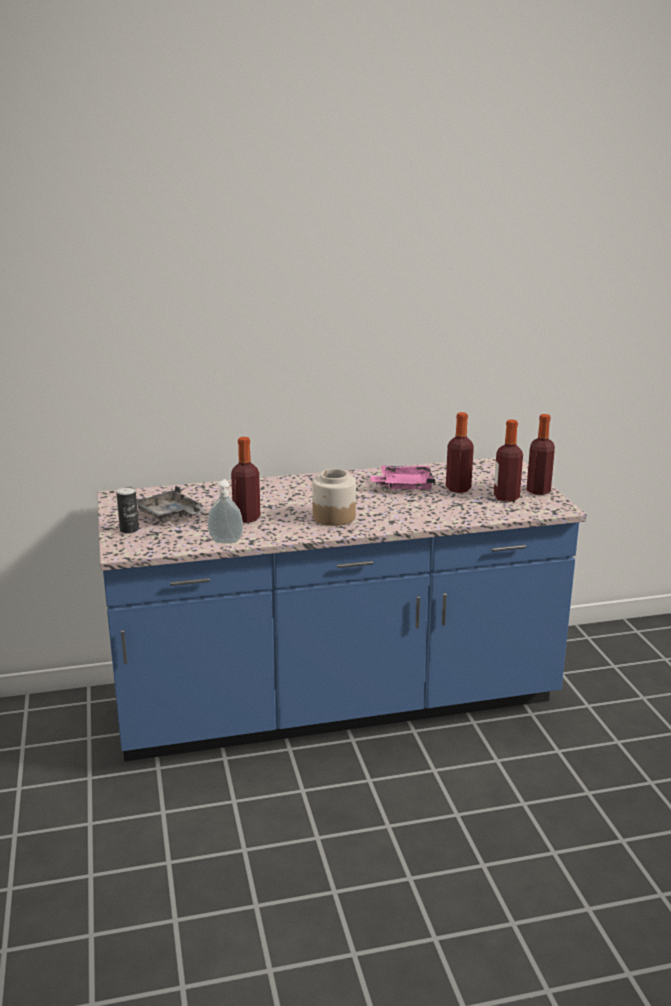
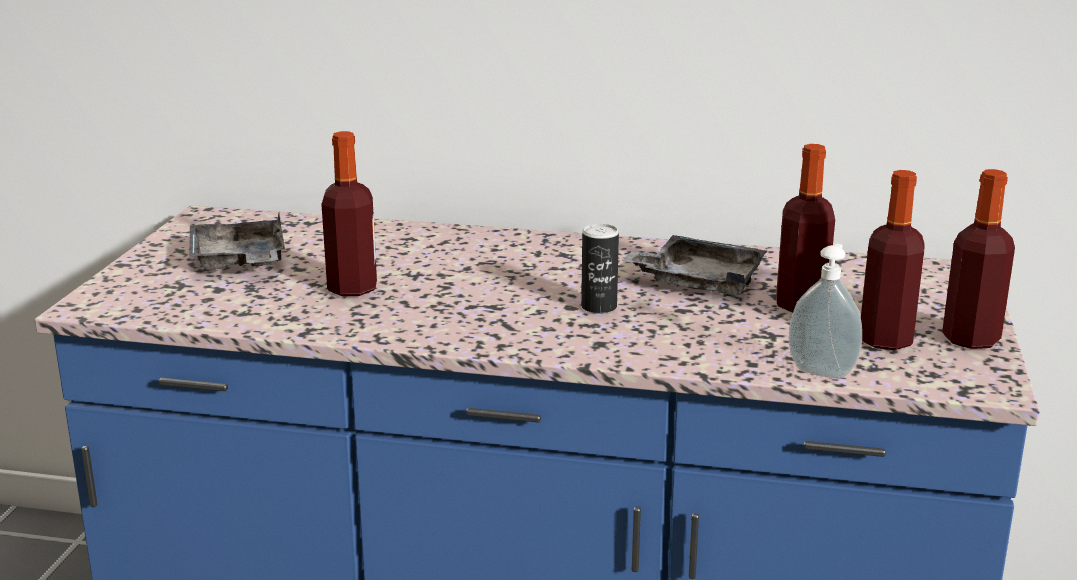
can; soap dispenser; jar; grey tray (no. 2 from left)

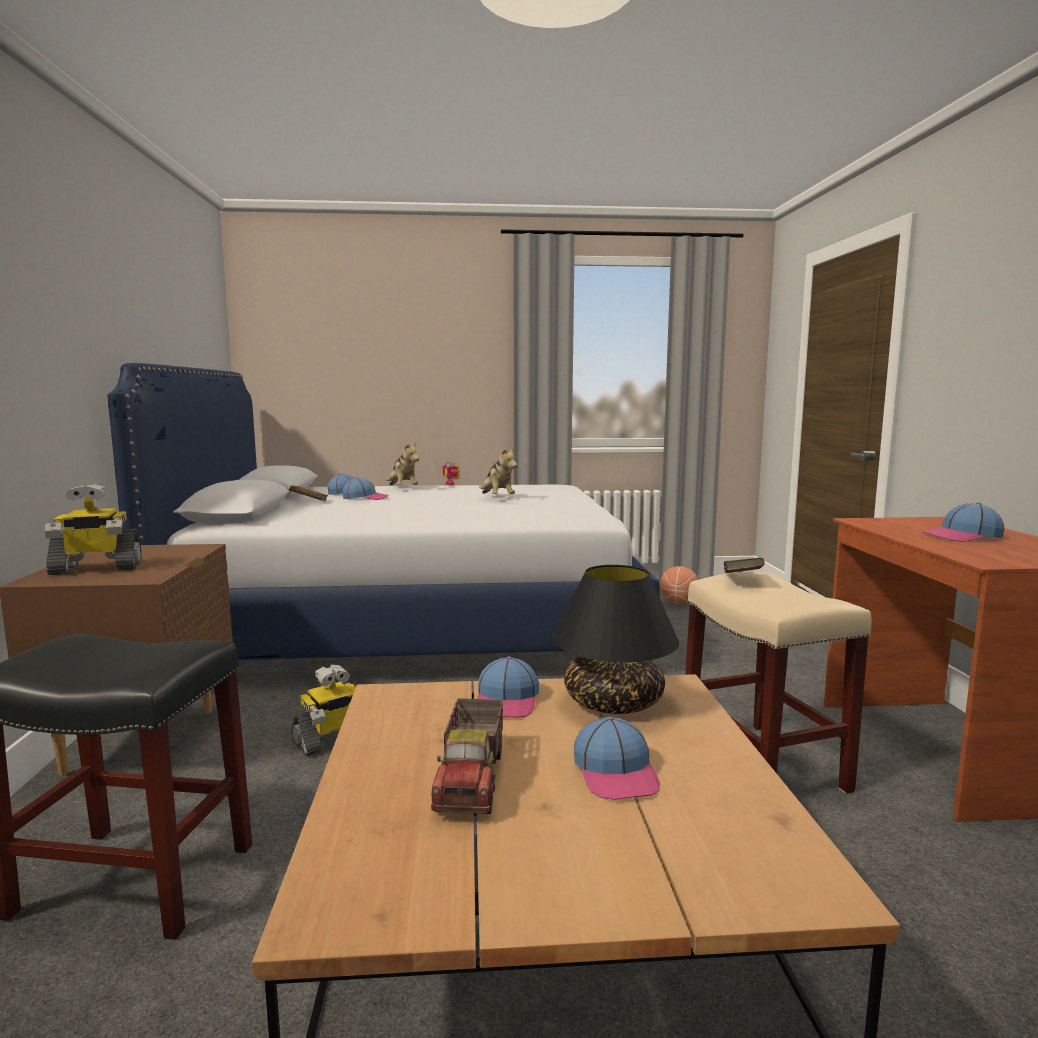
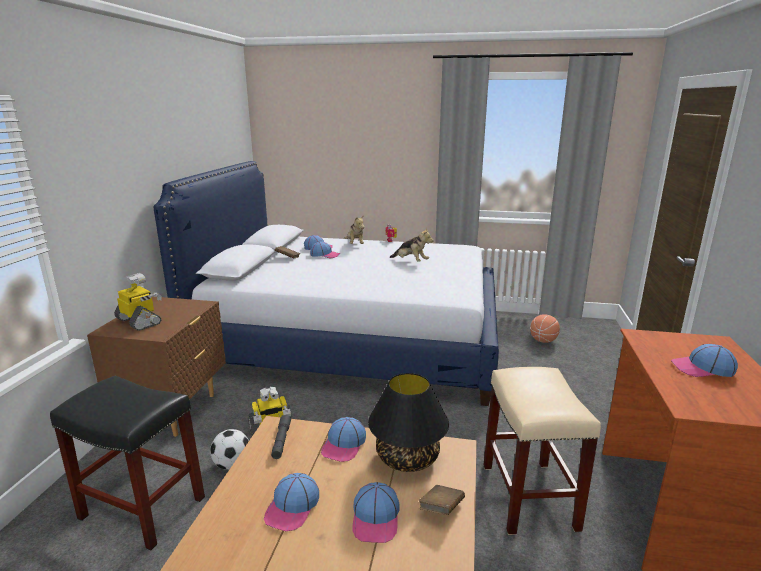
toy robot (no. 1 from left); cap (no. 1 from left); plush toy (no. 2 from left); brown book (no. 2 from left); football; grey flashlight

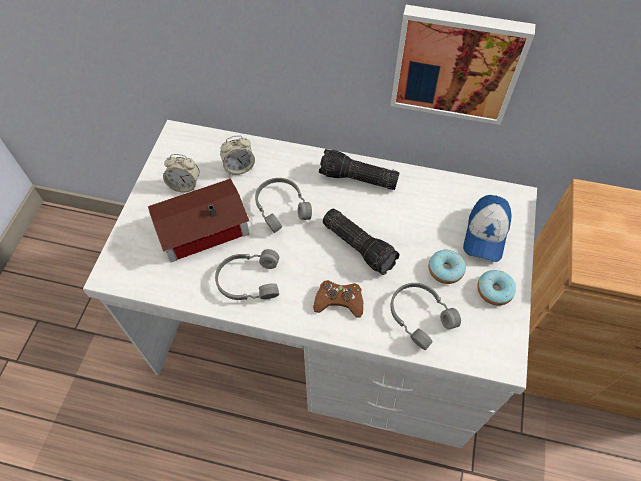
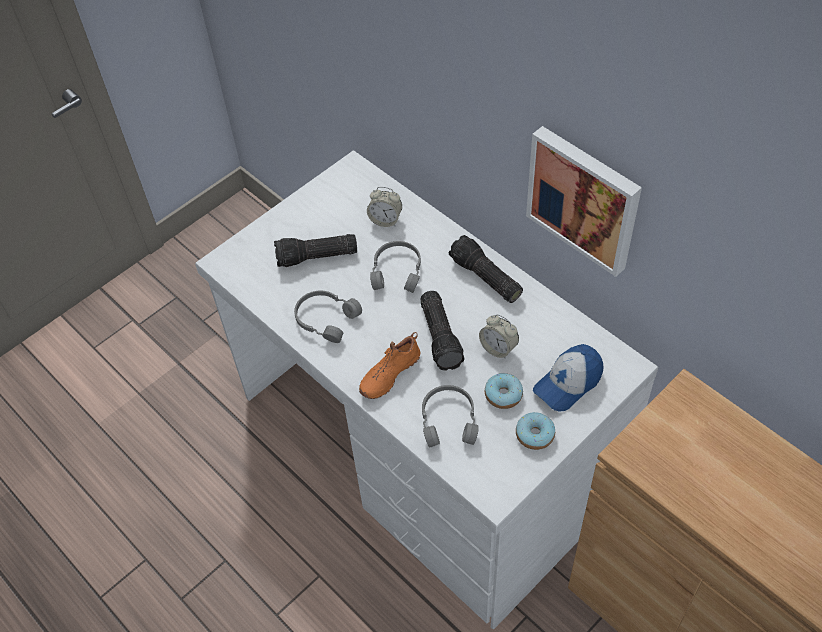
flashlight (no. 1 from left); alarm clock (no. 2 from left); orange shoe

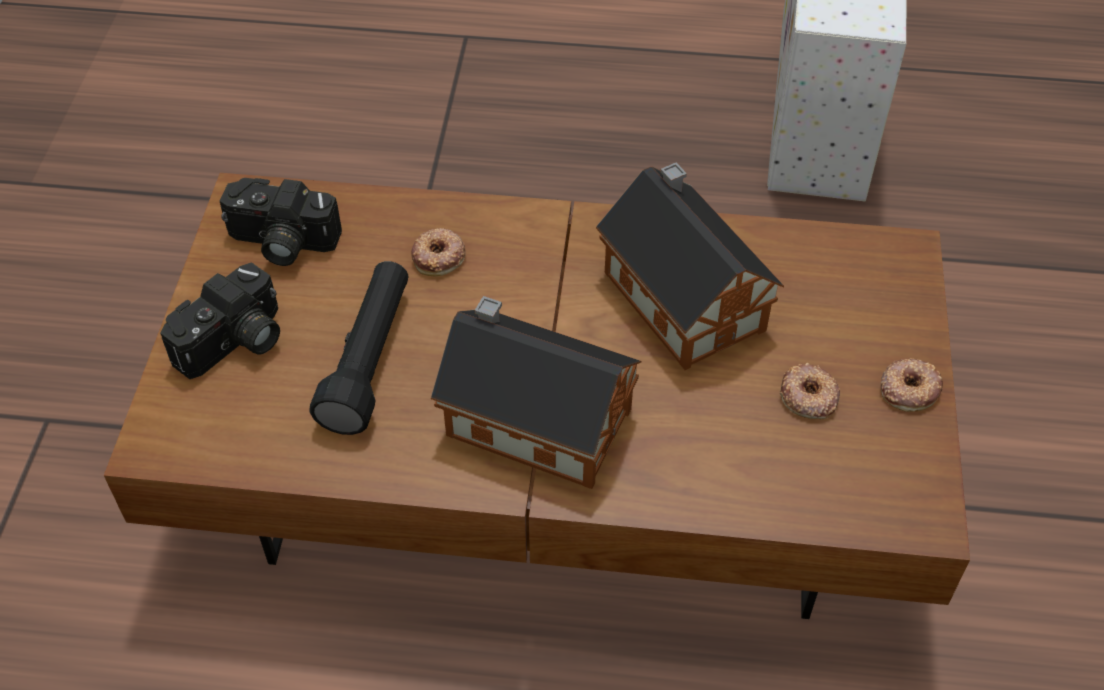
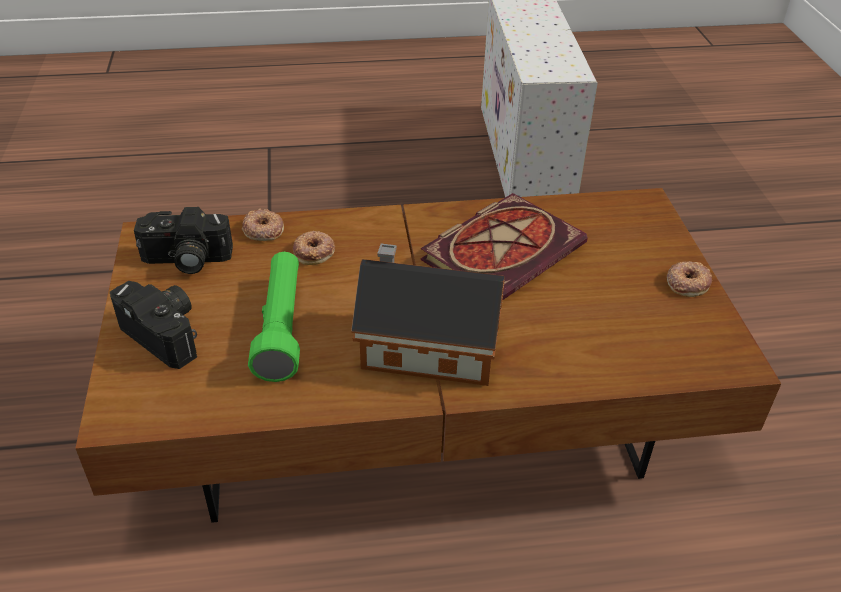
photo camera (no. 1 from left); green flashlight; book; donut (no. 1 from left)

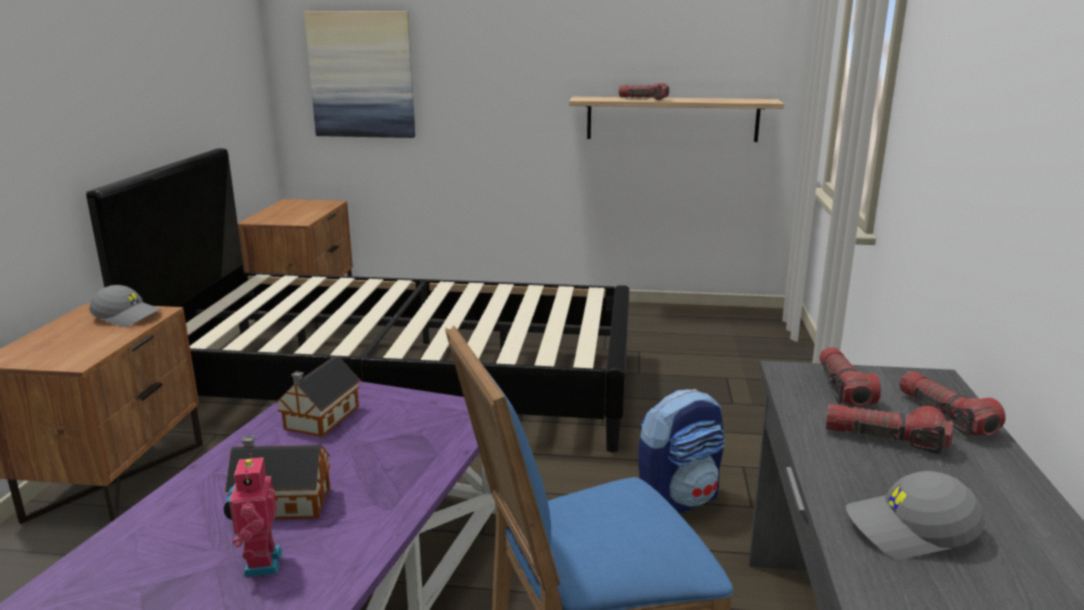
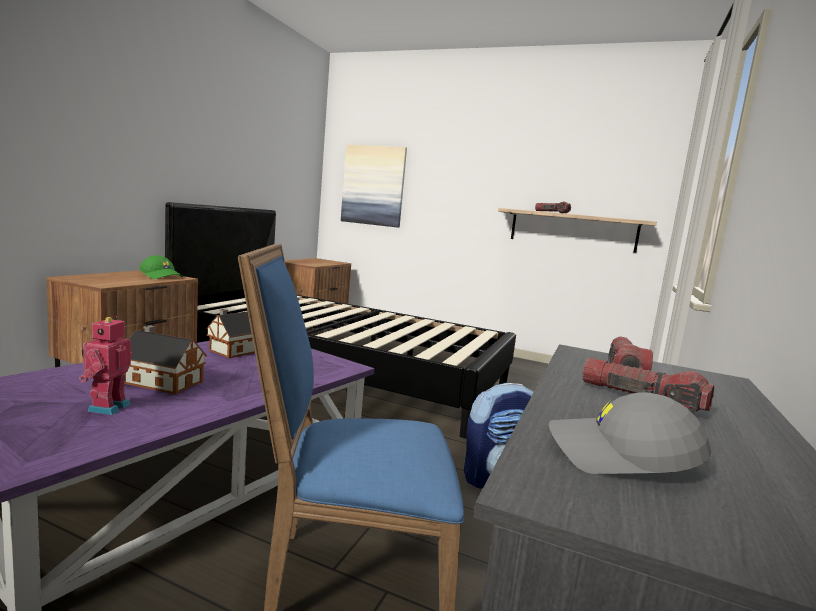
green cap; flashlight (no. 4 from left in the first image)

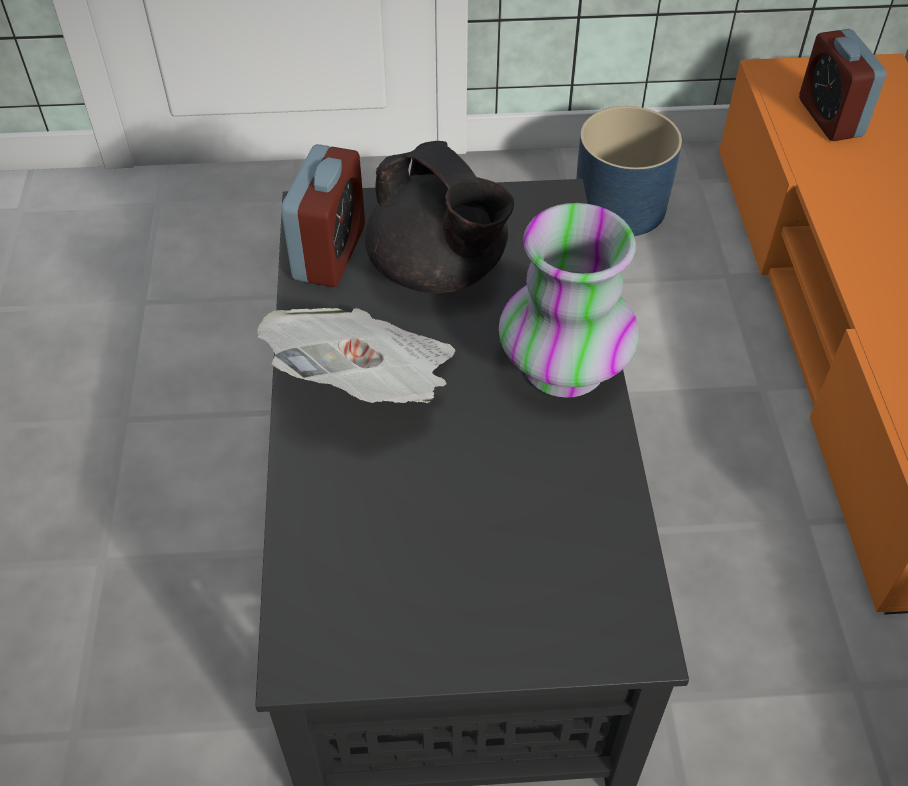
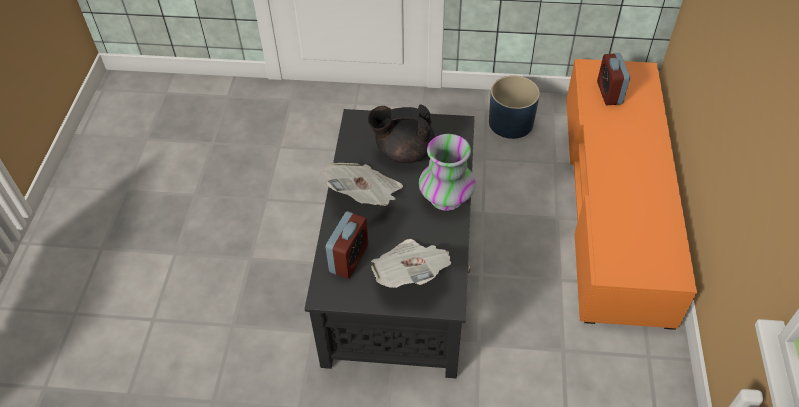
alarm clock (no. 1 from left); black teapot; newspaper (no. 2 from left)

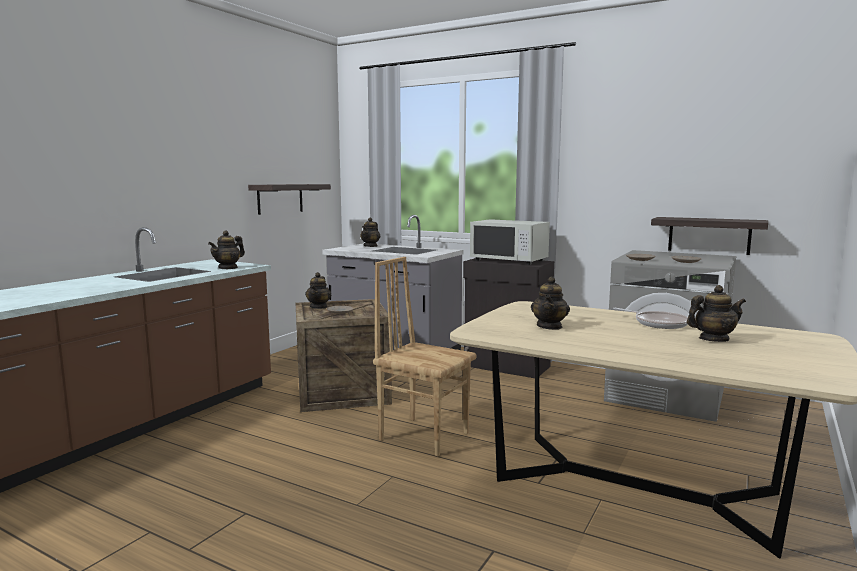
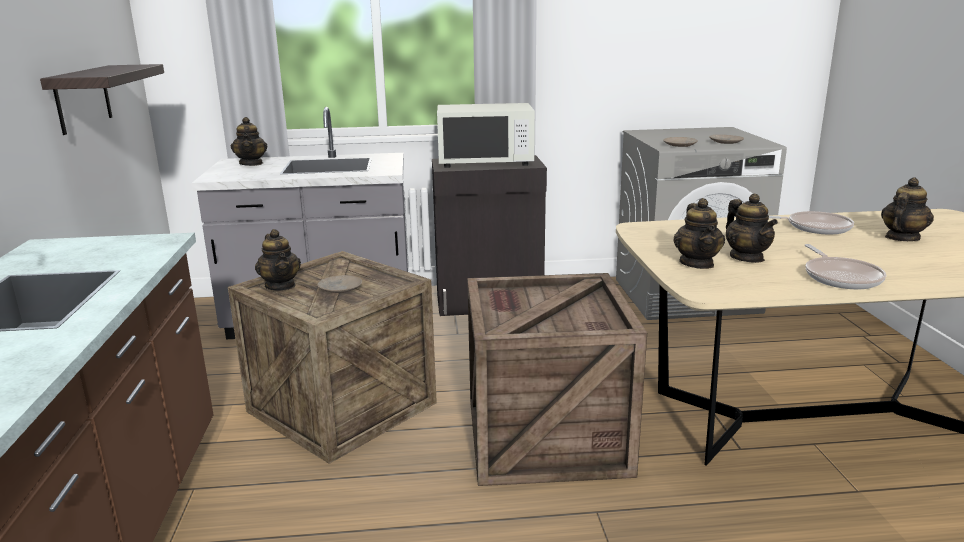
teapot (no. 3 from left); crate (no. 2 from left); shelf (no. 2 from left in the first image); frying pan (no. 2 from left)

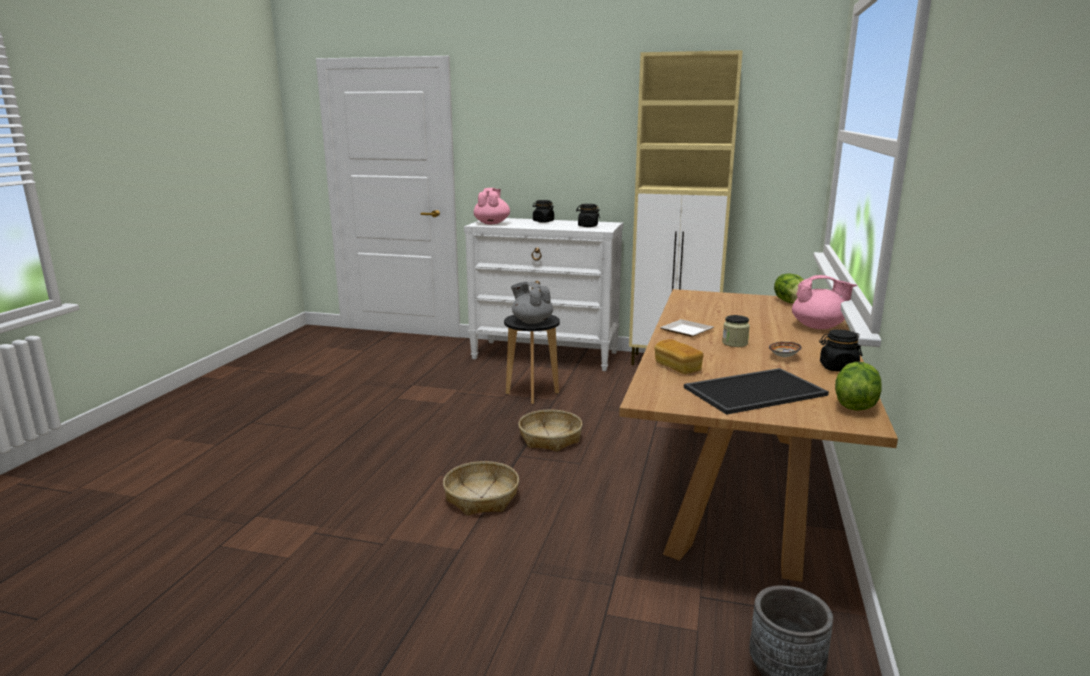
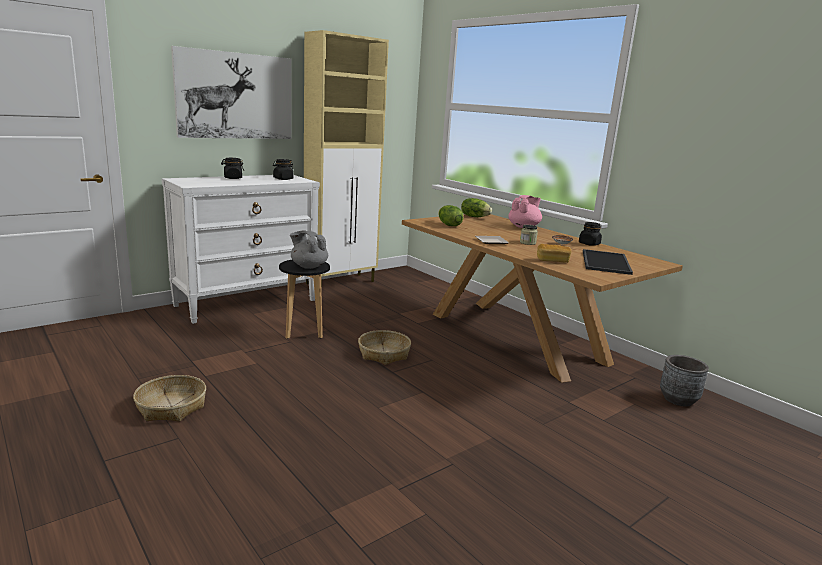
basket (no. 1 from left); pink teapot (no. 1 from left in the first image); grey teapot; lettuce (no. 1 from left); picture

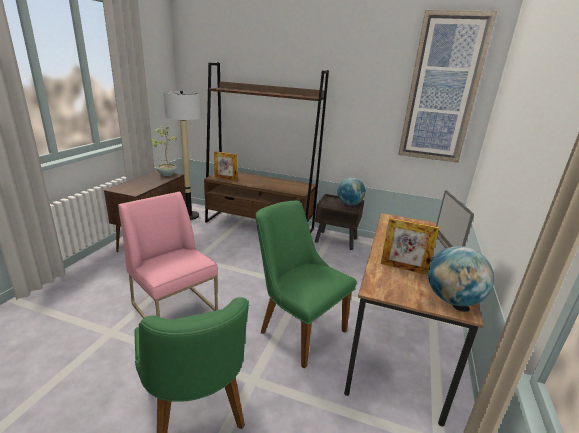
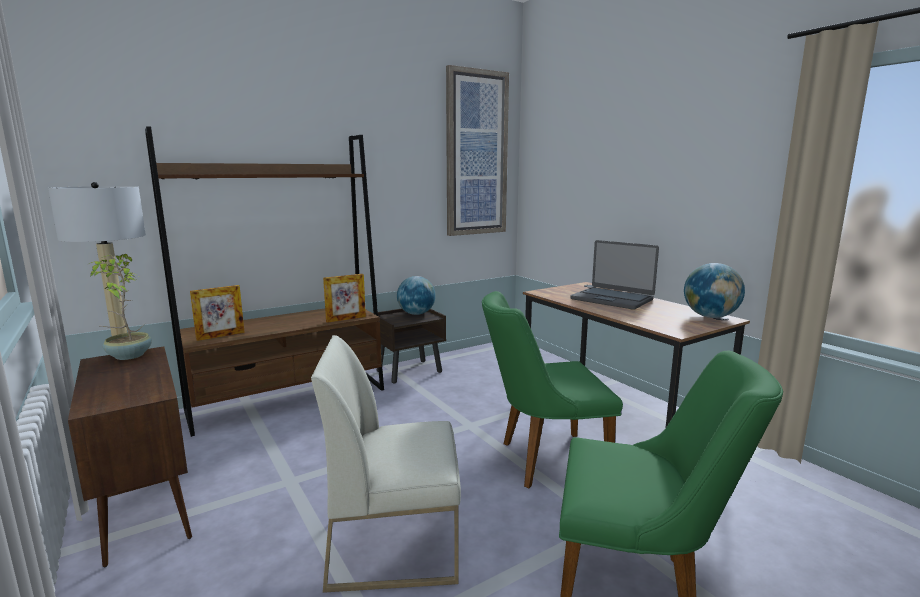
white chair; picture frame (no. 2 from left)

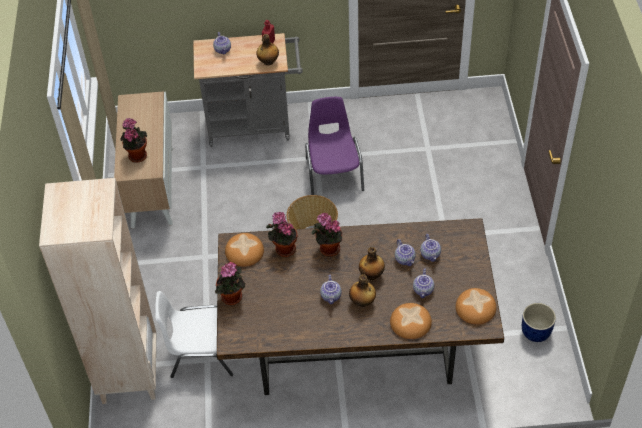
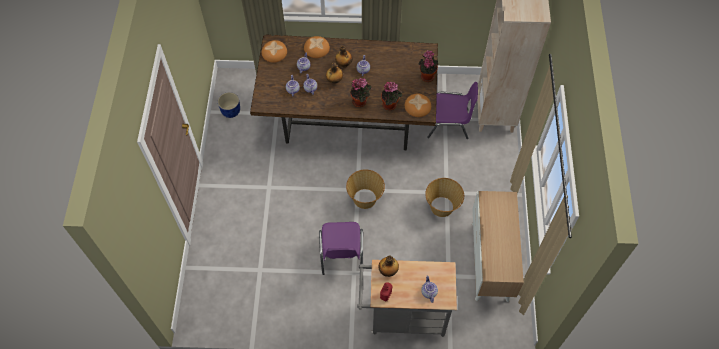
potted plant (no. 1 from left in the first image); purple chair (no. 2 from left); basket (no. 2 from left)

